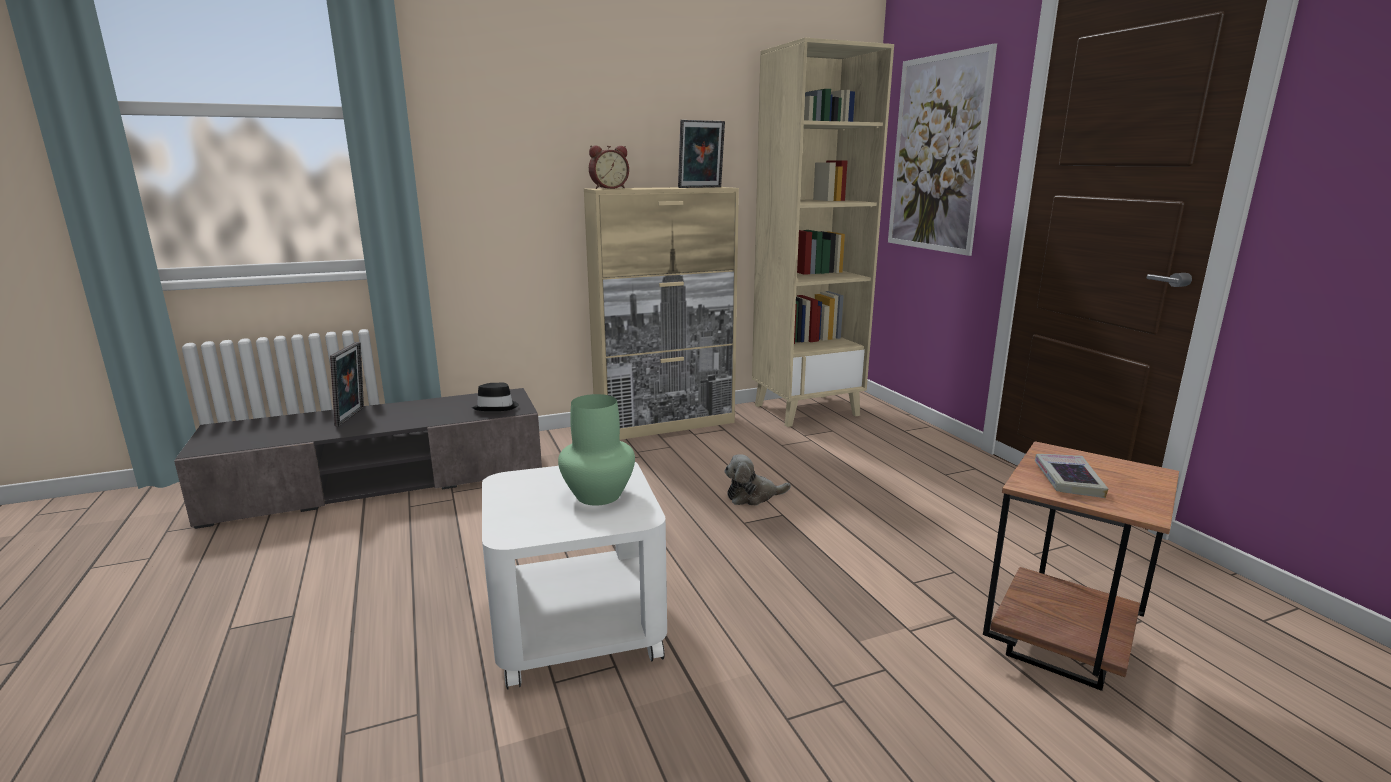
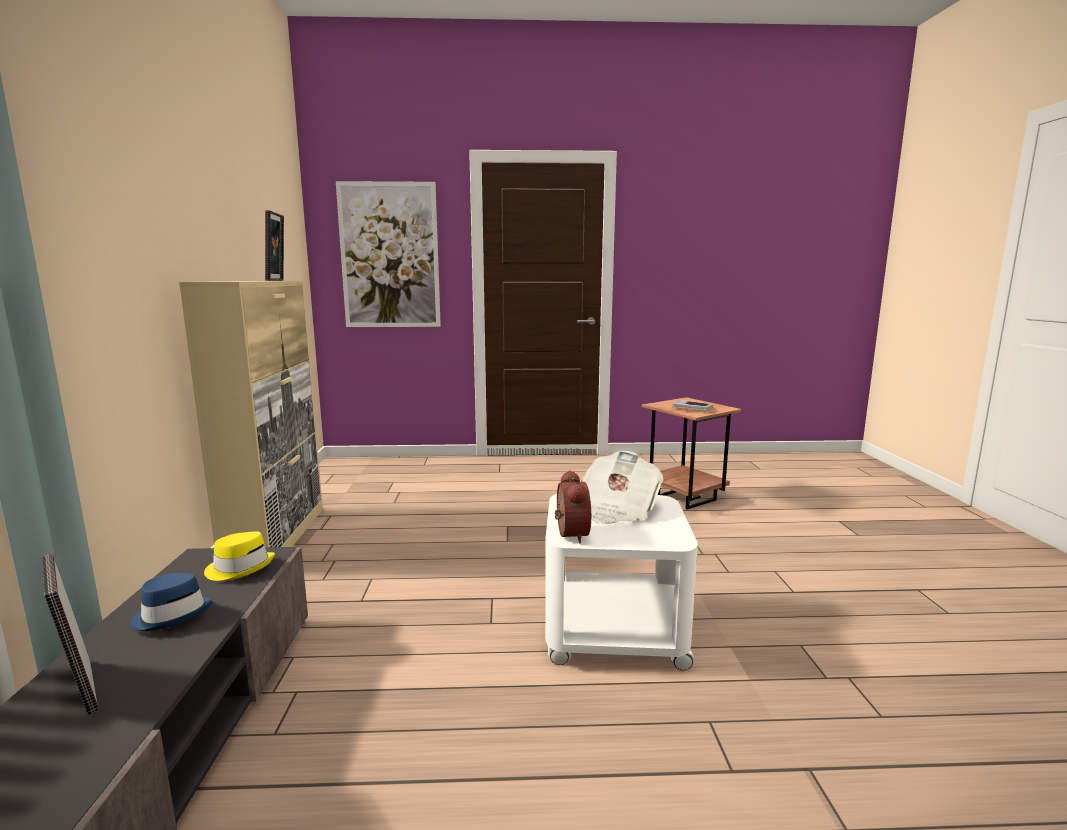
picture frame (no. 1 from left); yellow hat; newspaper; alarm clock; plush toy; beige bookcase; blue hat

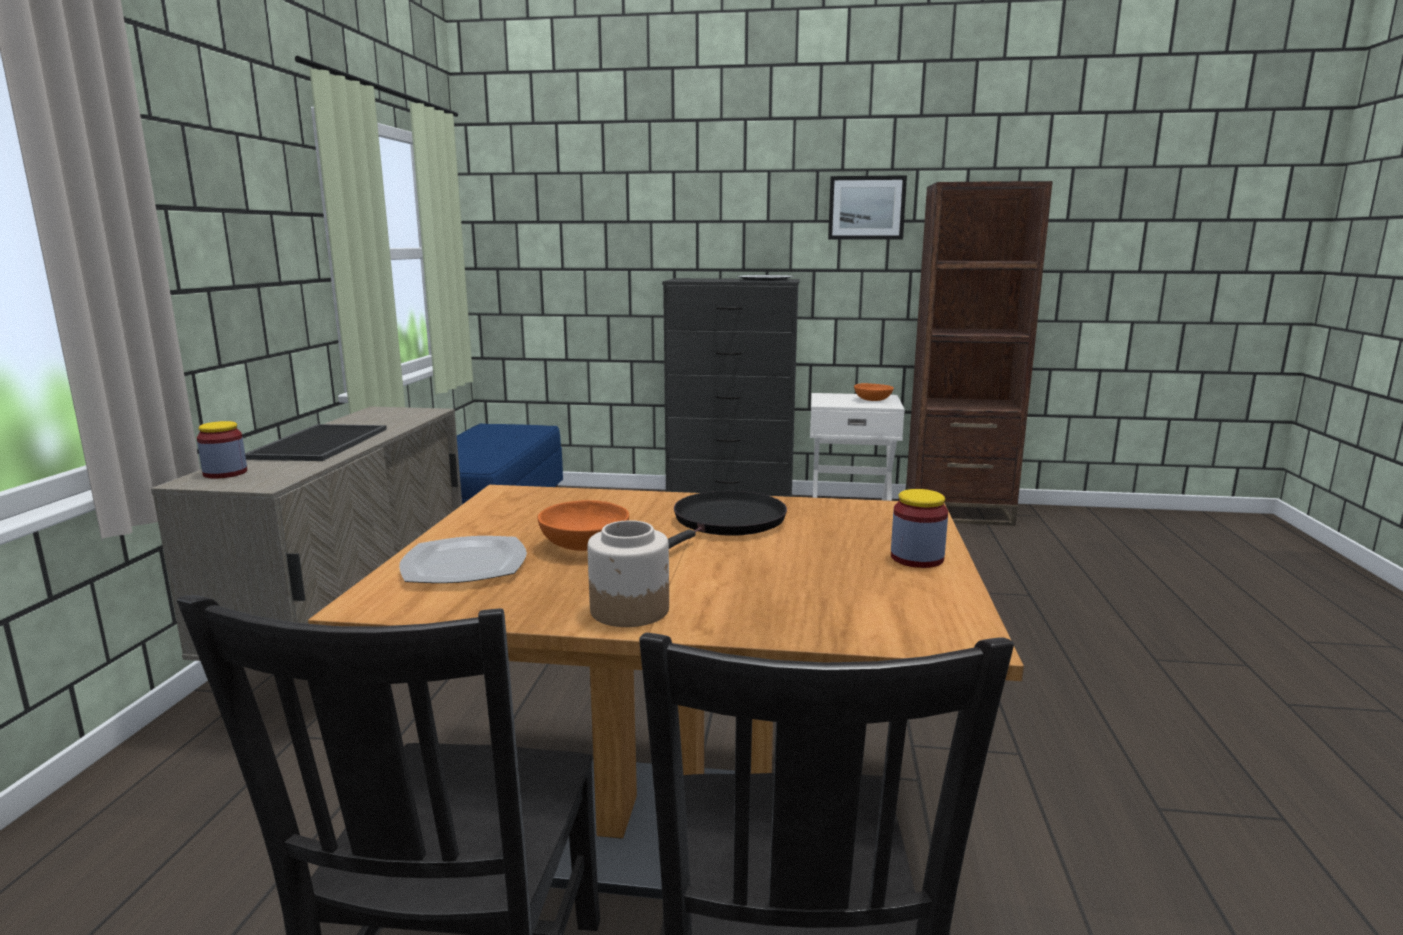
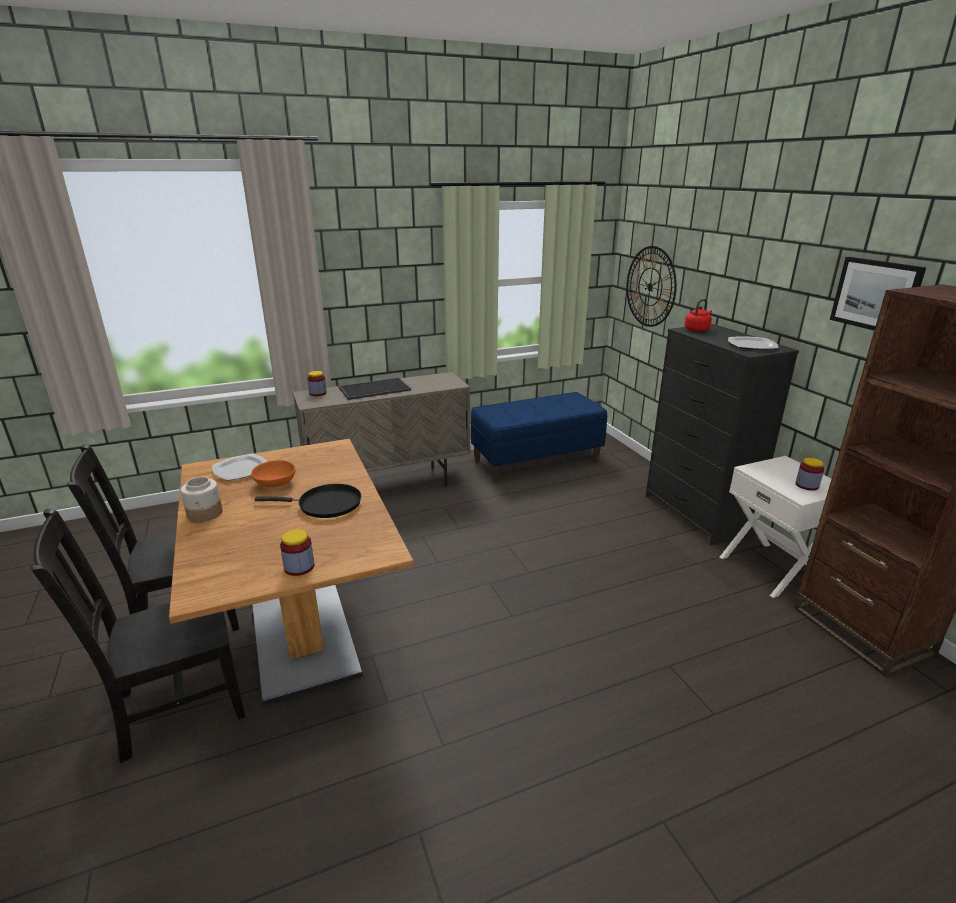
jar (no. 4 from left); wall clock; red kettle

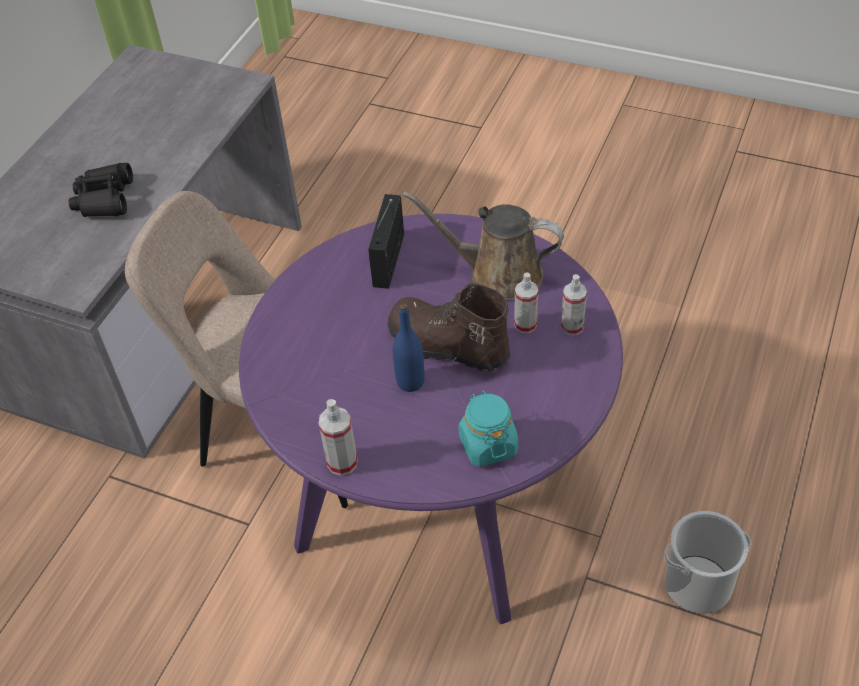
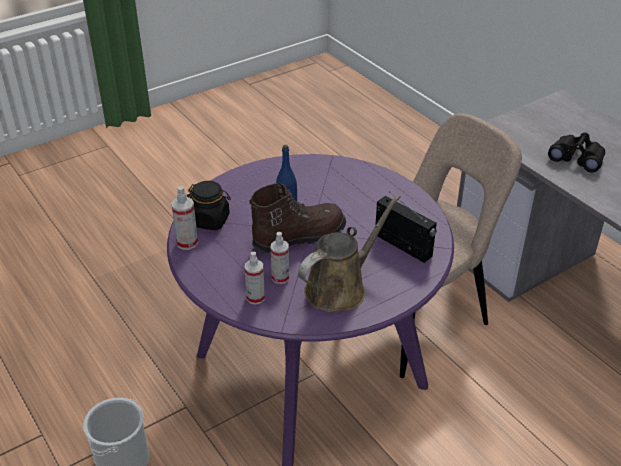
spray bottle (no. 1 from left); black jar

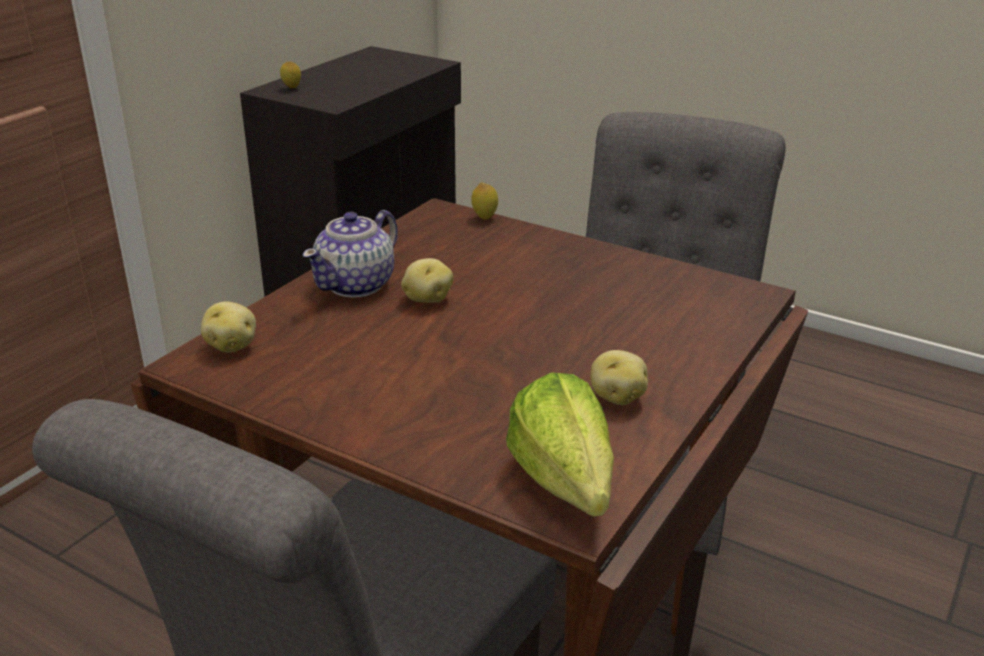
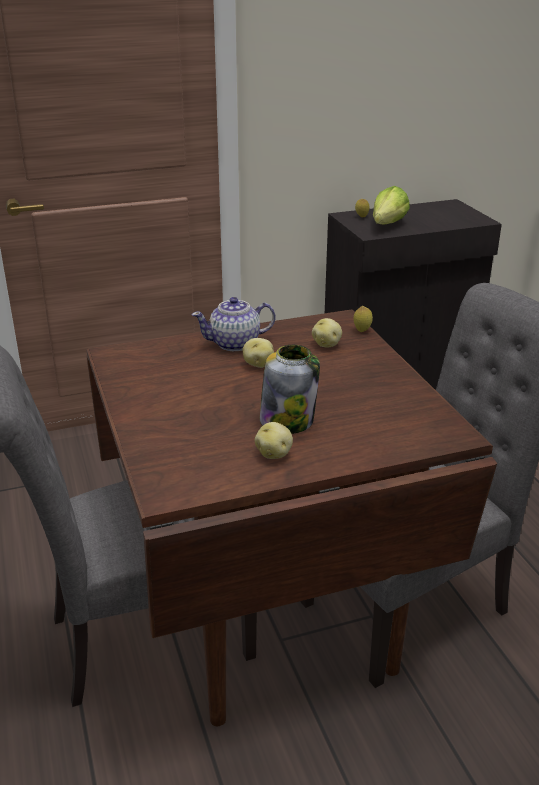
potato (no. 3 from left); lettuce; jar

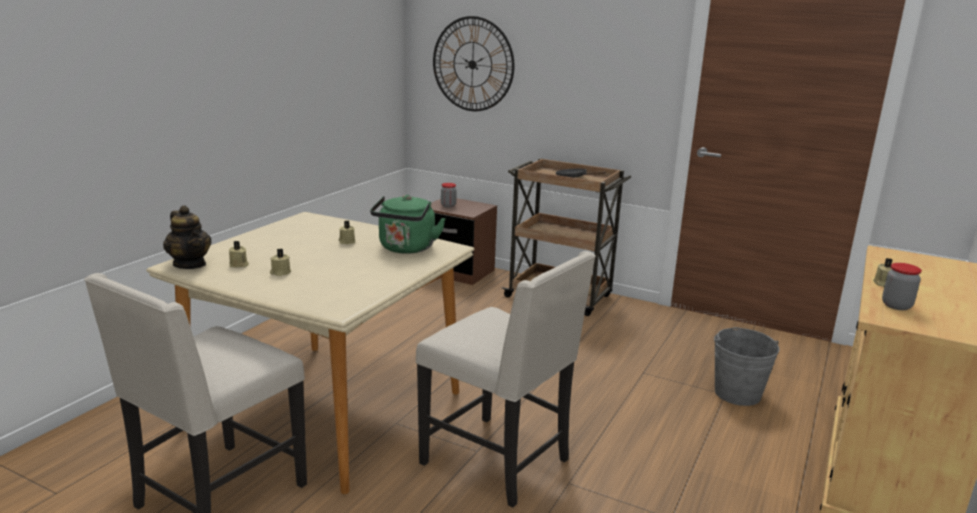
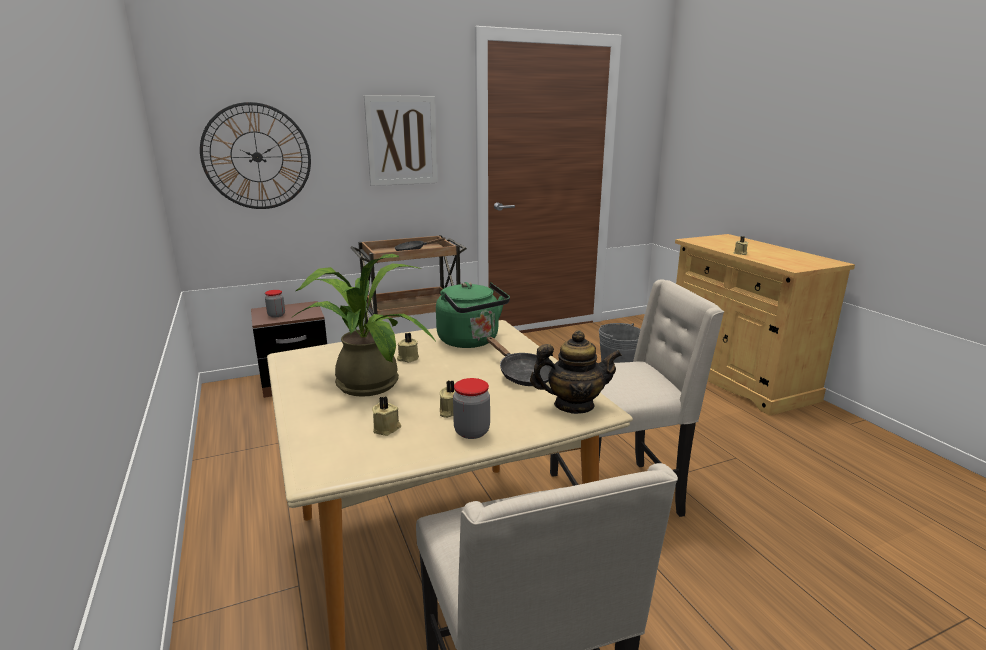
teapot; jar (no. 2 from left); potted plant; picture; black frying pan (no. 2 from left)

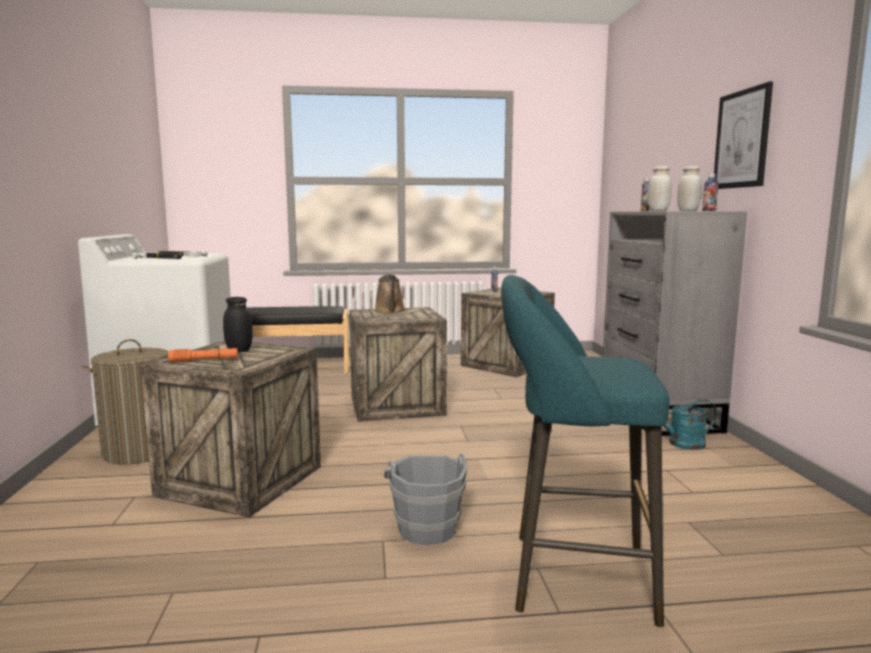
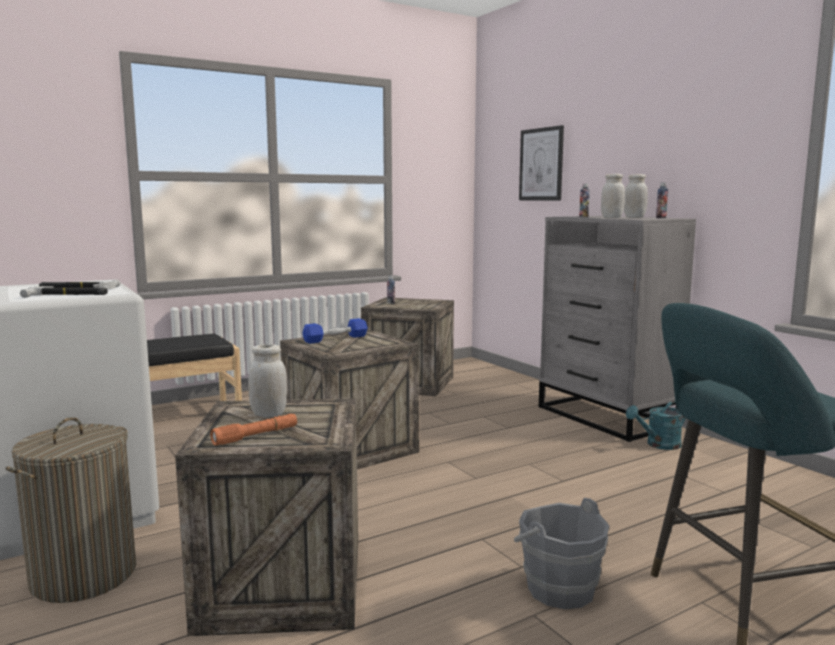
white jar (no. 1 from left); blue dumbbell; picture

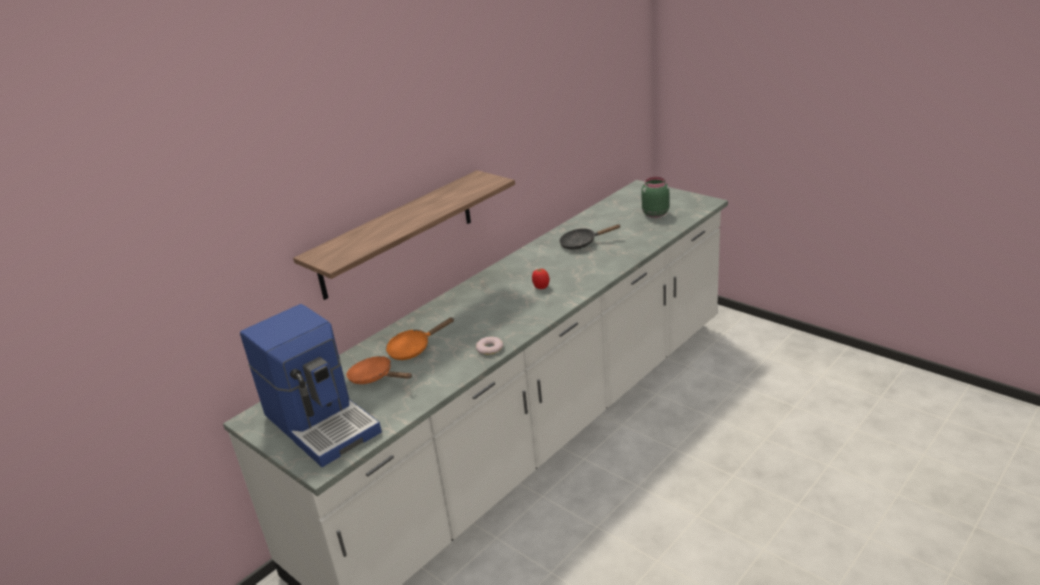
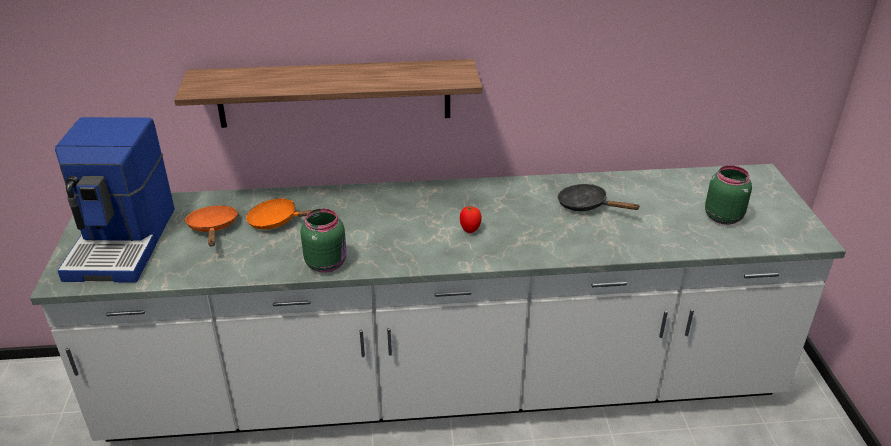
green jar (no. 1 from left)

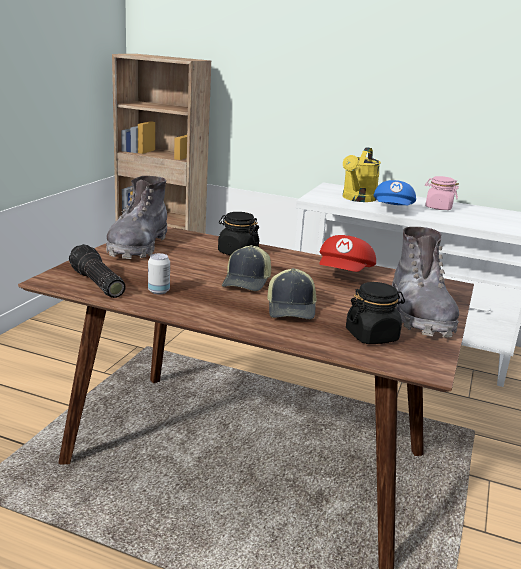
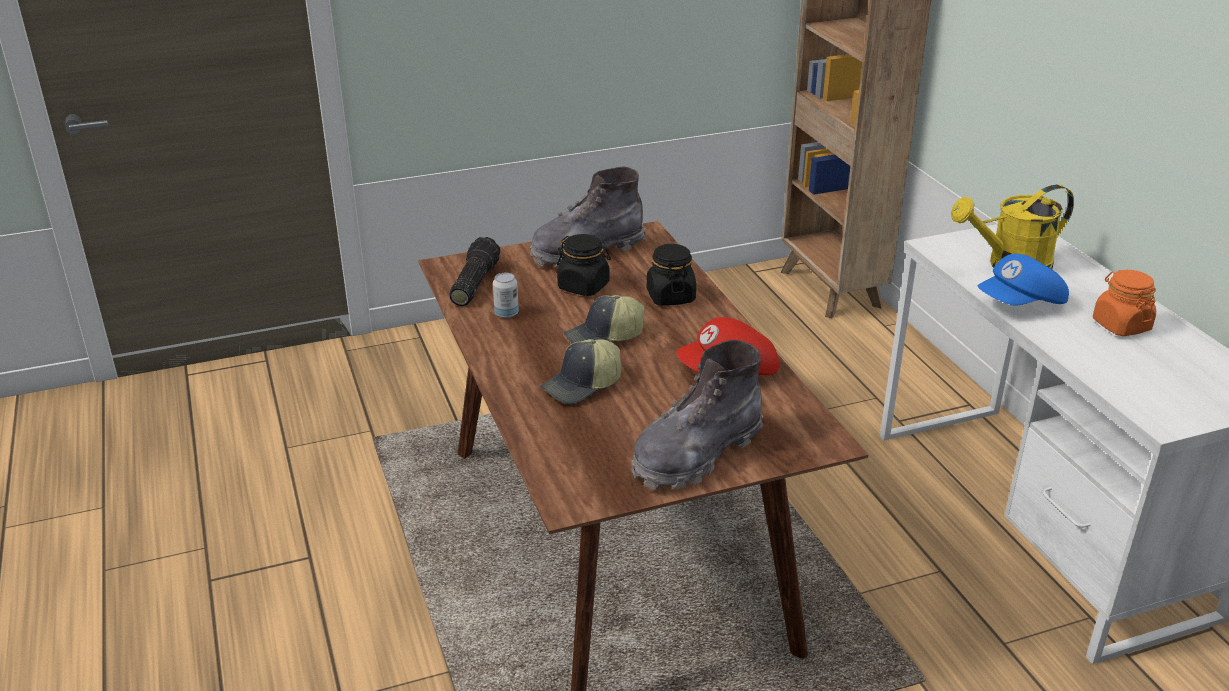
black jar (no. 1 from left); orange jar

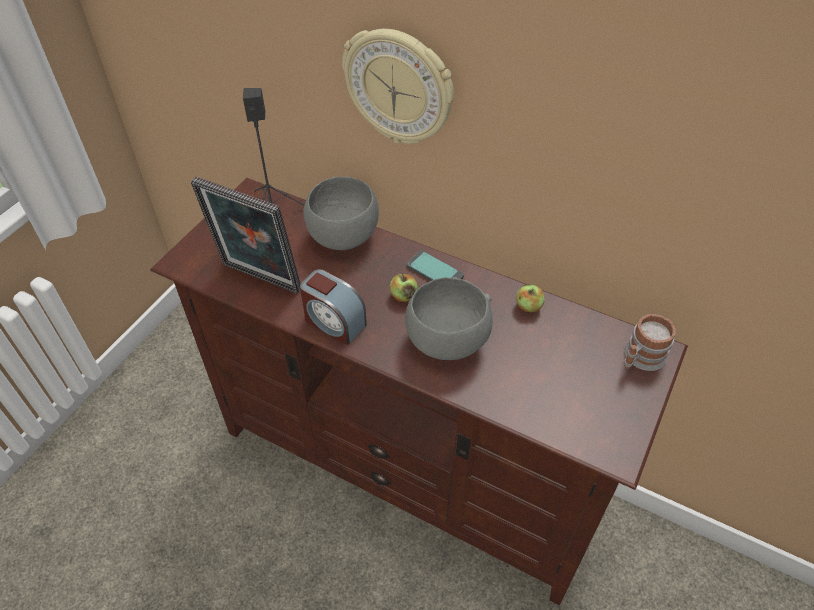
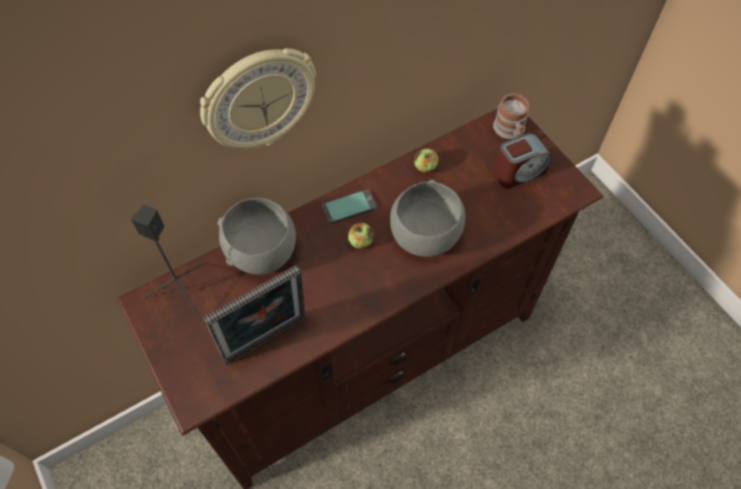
alarm clock

